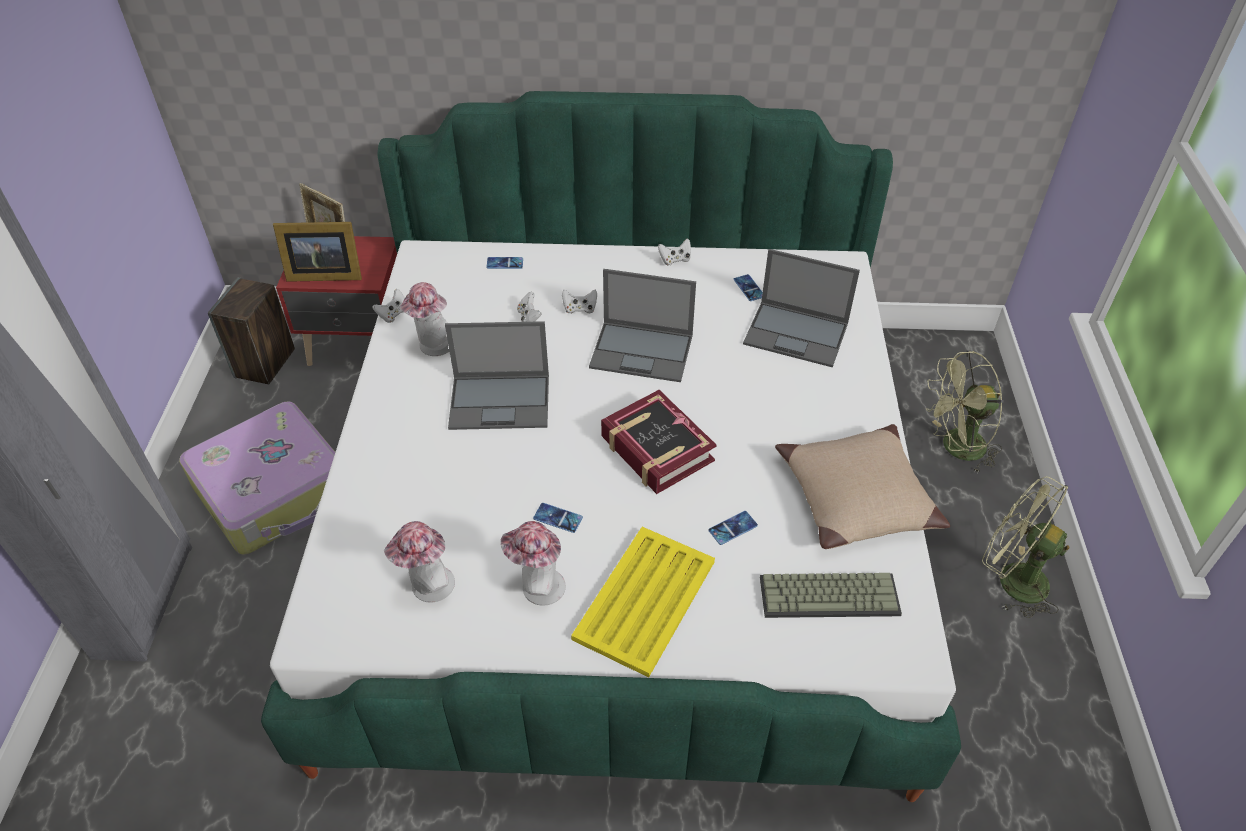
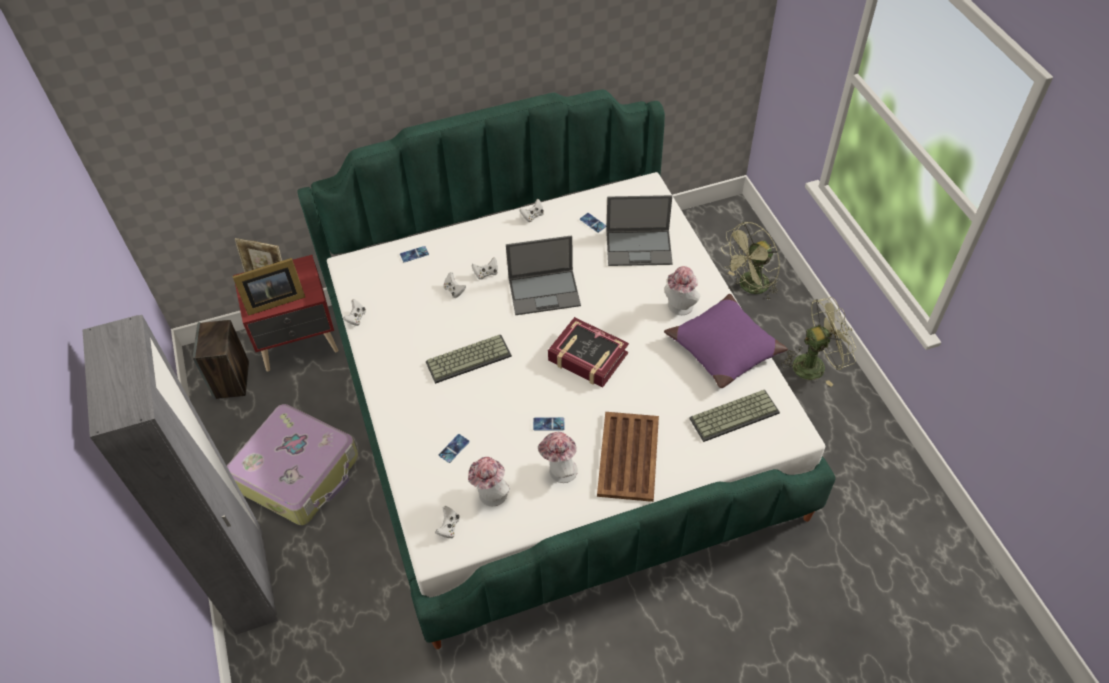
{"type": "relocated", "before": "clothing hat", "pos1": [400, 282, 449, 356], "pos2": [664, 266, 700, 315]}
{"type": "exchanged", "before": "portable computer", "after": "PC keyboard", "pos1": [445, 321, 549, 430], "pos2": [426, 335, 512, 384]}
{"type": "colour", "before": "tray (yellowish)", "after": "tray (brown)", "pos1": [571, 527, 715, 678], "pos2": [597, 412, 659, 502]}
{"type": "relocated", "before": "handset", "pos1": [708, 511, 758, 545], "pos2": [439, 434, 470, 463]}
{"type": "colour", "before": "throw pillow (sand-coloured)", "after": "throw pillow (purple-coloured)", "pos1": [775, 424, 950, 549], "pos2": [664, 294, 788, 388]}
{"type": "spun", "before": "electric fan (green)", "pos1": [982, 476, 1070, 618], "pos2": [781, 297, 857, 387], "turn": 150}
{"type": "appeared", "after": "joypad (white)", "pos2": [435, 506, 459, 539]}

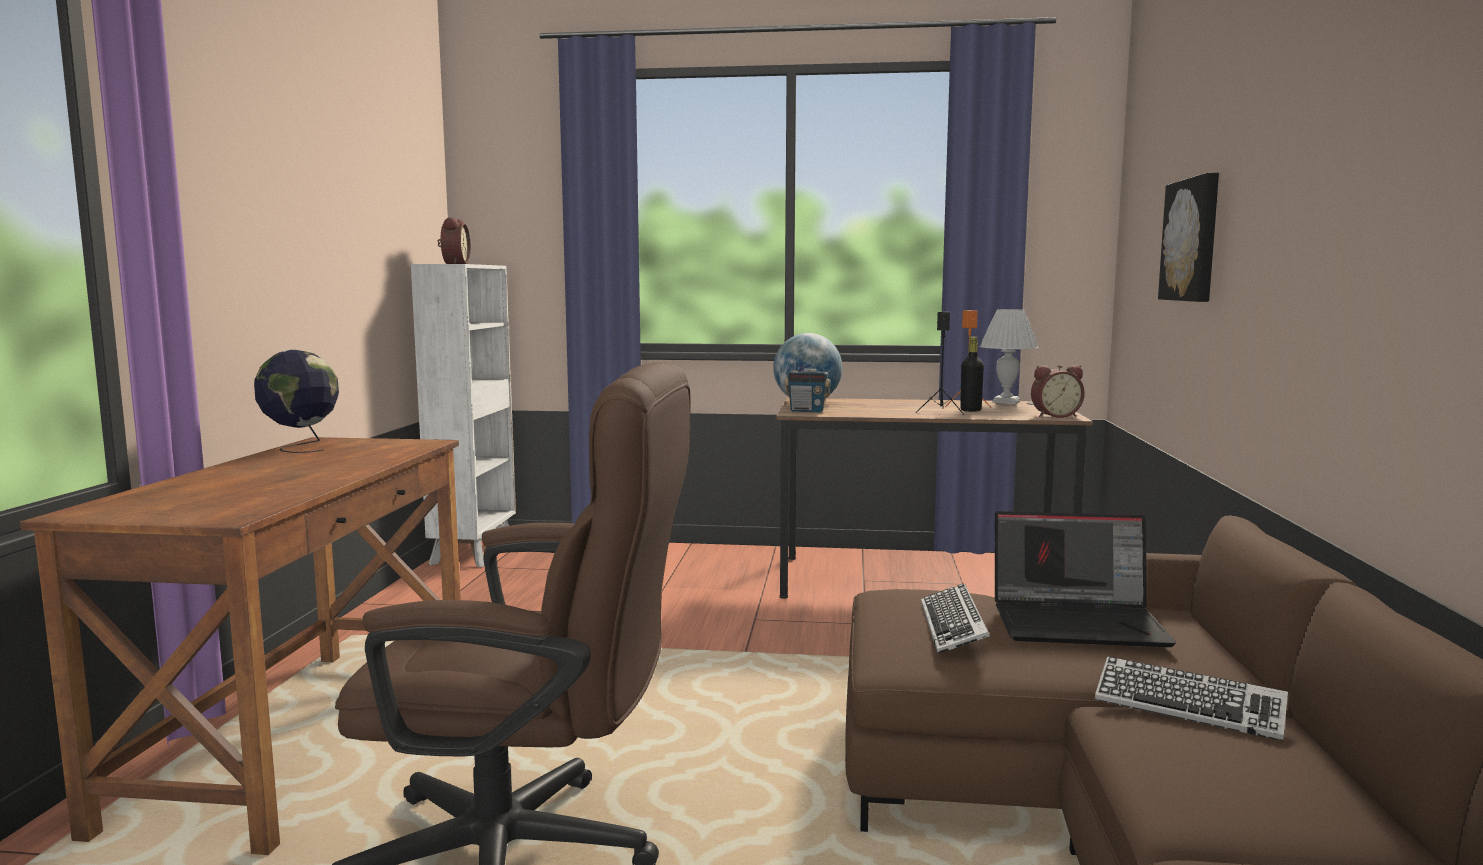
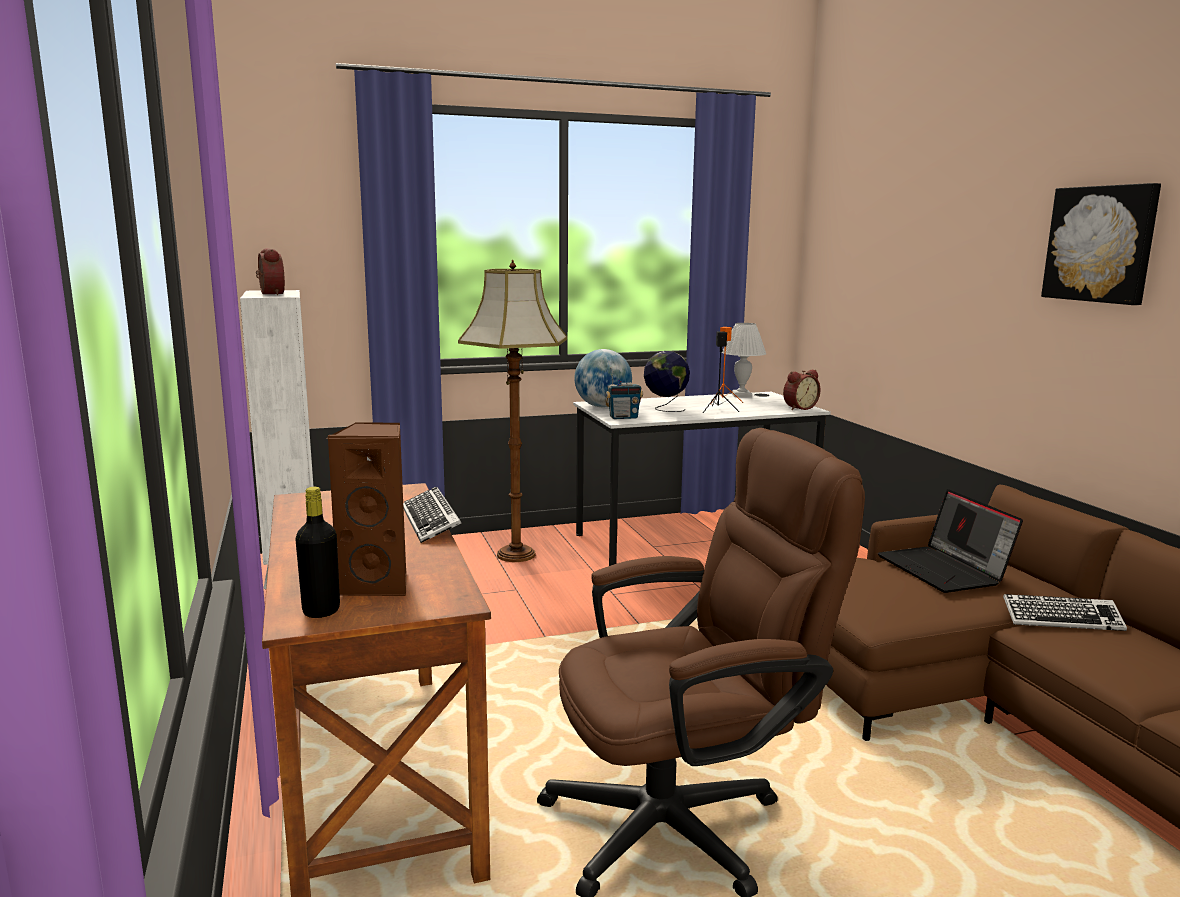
{"type": "relocated", "before": "desk globe", "pos1": [254, 350, 339, 453], "pos2": [644, 351, 690, 412]}
{"type": "colour", "before": "desk unit (brown)", "after": "desk unit (white)", "pos1": [776, 398, 1093, 599], "pos2": [573, 392, 831, 566]}
{"type": "relocated", "before": "PC keyboard", "pos1": [921, 584, 990, 654], "pos2": [403, 487, 461, 543]}
{"type": "relocated", "before": "beverage bottle (black-coloured)", "pos1": [960, 337, 984, 412], "pos2": [295, 487, 340, 618]}
{"type": "spun", "before": "portable computer", "pos1": [995, 511, 1176, 647], "pos2": [877, 489, 1023, 593], "turn": 90}
{"type": "relocated", "before": "wall art", "pos1": [1158, 173, 1219, 302], "pos2": [1041, 183, 1161, 305]}
{"type": "appeared", "after": "audio speaker (brown)", "pos2": [326, 422, 407, 596]}
{"type": "appeared", "after": "floor lamp", "pos2": [458, 259, 567, 562]}

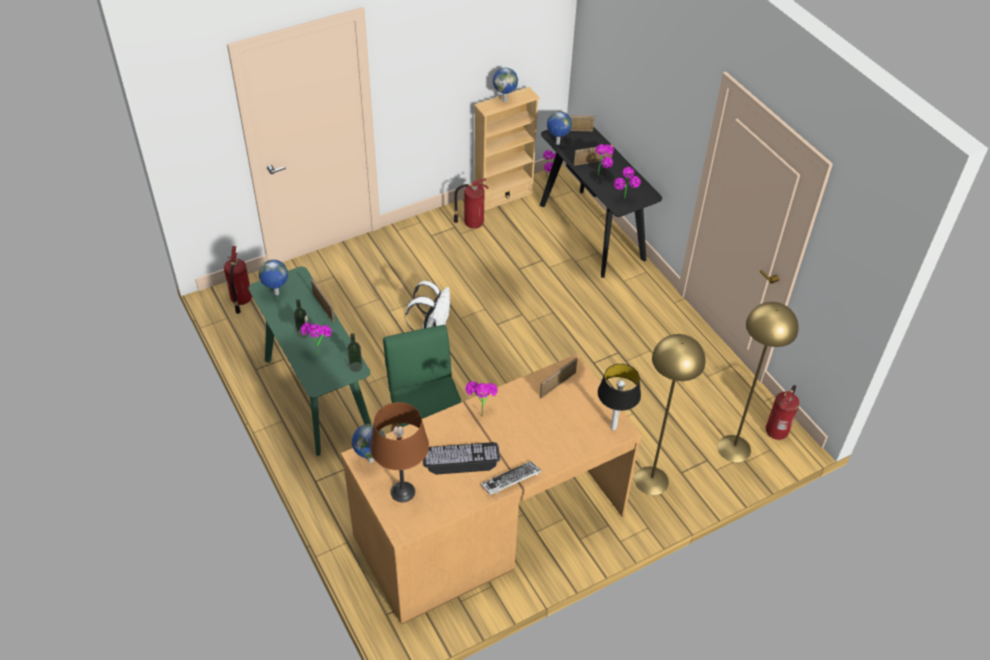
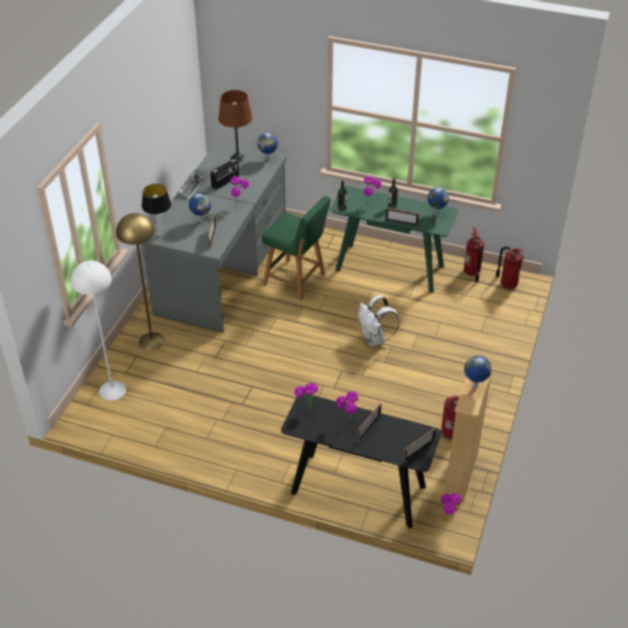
{"type": "colour", "before": "desk unit (brown)", "after": "desk unit (grey)", "pos1": [341, 354, 642, 624], "pos2": [142, 142, 287, 333]}
{"type": "exchanged", "before": "PC keyboard", "after": "radio receiver", "pos1": [423, 442, 500, 475], "pos2": [210, 159, 239, 190]}
{"type": "relocated", "before": "desk globe", "pos1": [547, 111, 572, 145], "pos2": [189, 193, 211, 223]}
{"type": "colour", "before": "floor lamp (yellowish)", "after": "floor lamp (white)", "pos1": [717, 302, 799, 462], "pos2": [70, 261, 126, 401]}
{"type": "relocated", "before": "fire-fighting cylinder", "pos1": [766, 385, 799, 440], "pos2": [464, 227, 484, 282]}

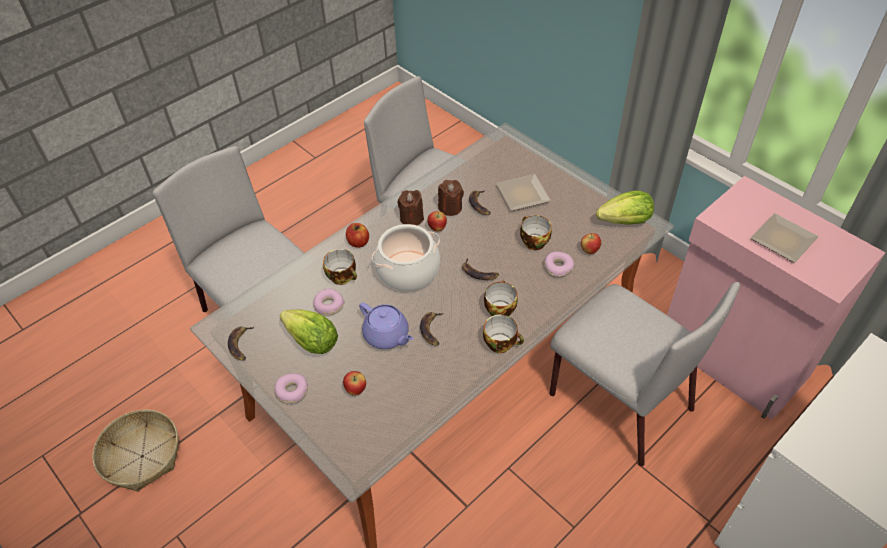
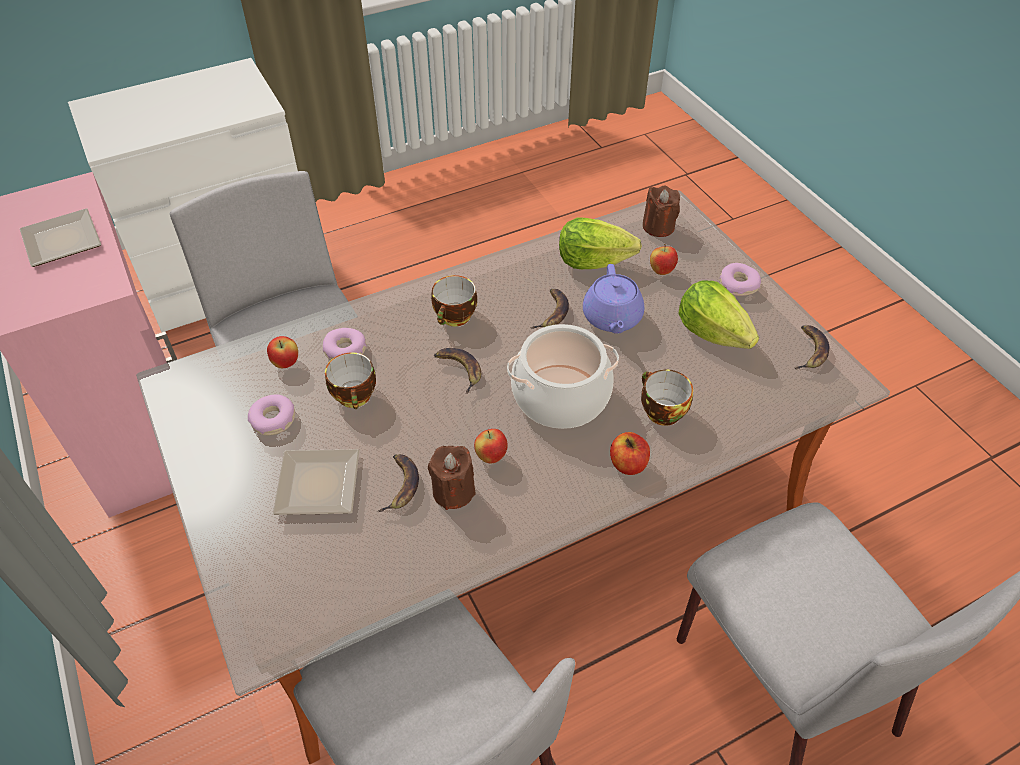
{"type": "missing", "before": "basket", "pos1": [92, 409, 178, 492]}
{"type": "relocated", "before": "doughnut", "pos1": [313, 288, 344, 316], "pos2": [248, 394, 295, 435]}
{"type": "spun", "before": "pot for tea (purple-coloured)", "pos1": [359, 302, 413, 349], "pos2": [583, 264, 644, 334], "turn": -150}
{"type": "relocated", "before": "candle (brown)", "pos1": [398, 190, 424, 225], "pos2": [643, 186, 680, 237]}
{"type": "missing", "before": "cup", "pos1": [483, 314, 524, 353]}
{"type": "relocated", "before": "lettuce", "pos1": [596, 190, 654, 225], "pos2": [559, 217, 642, 269]}

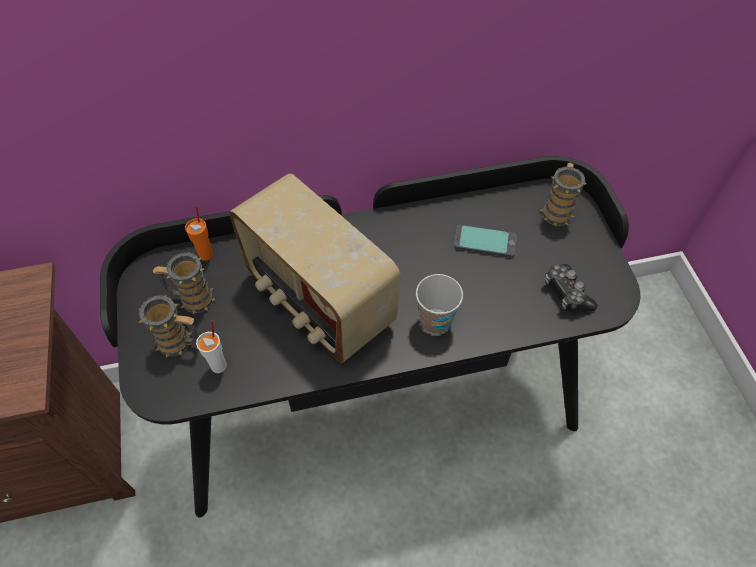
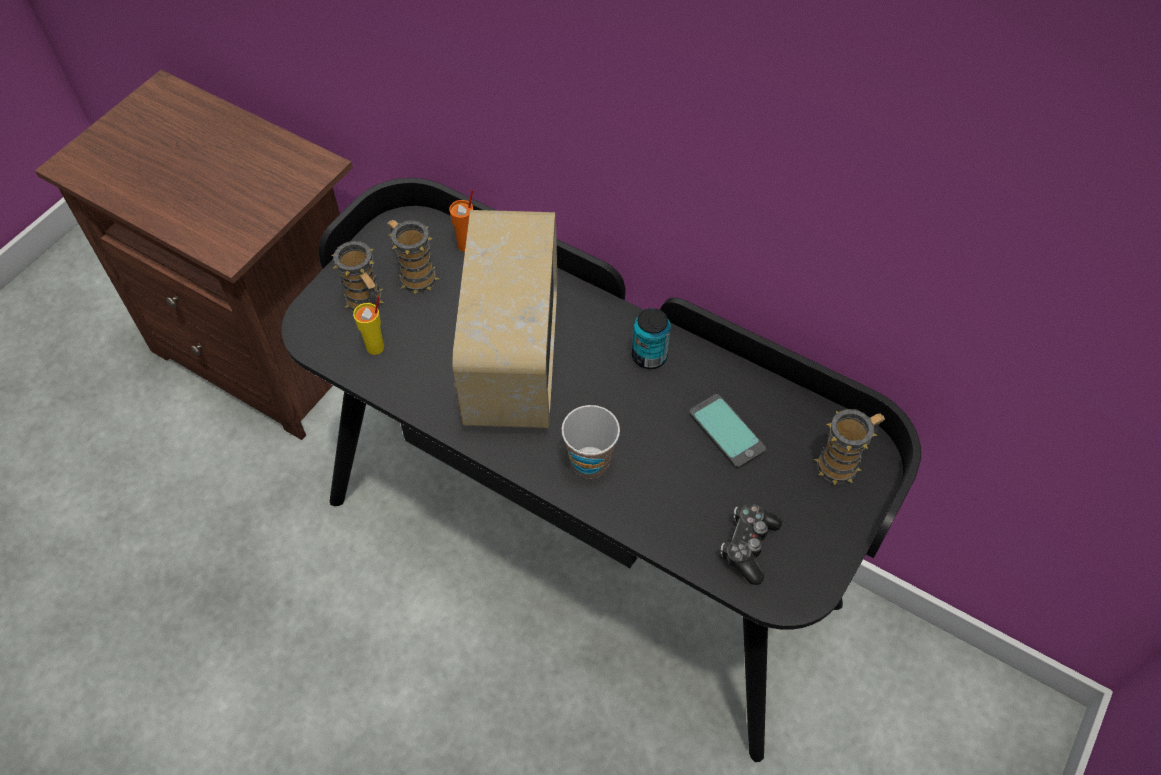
{"type": "colour", "before": "cup (white)", "after": "cup (yellowish)", "pos1": [196, 321, 227, 373], "pos2": [353, 296, 384, 355]}
{"type": "appeared", "after": "can", "pos2": [632, 308, 671, 369]}

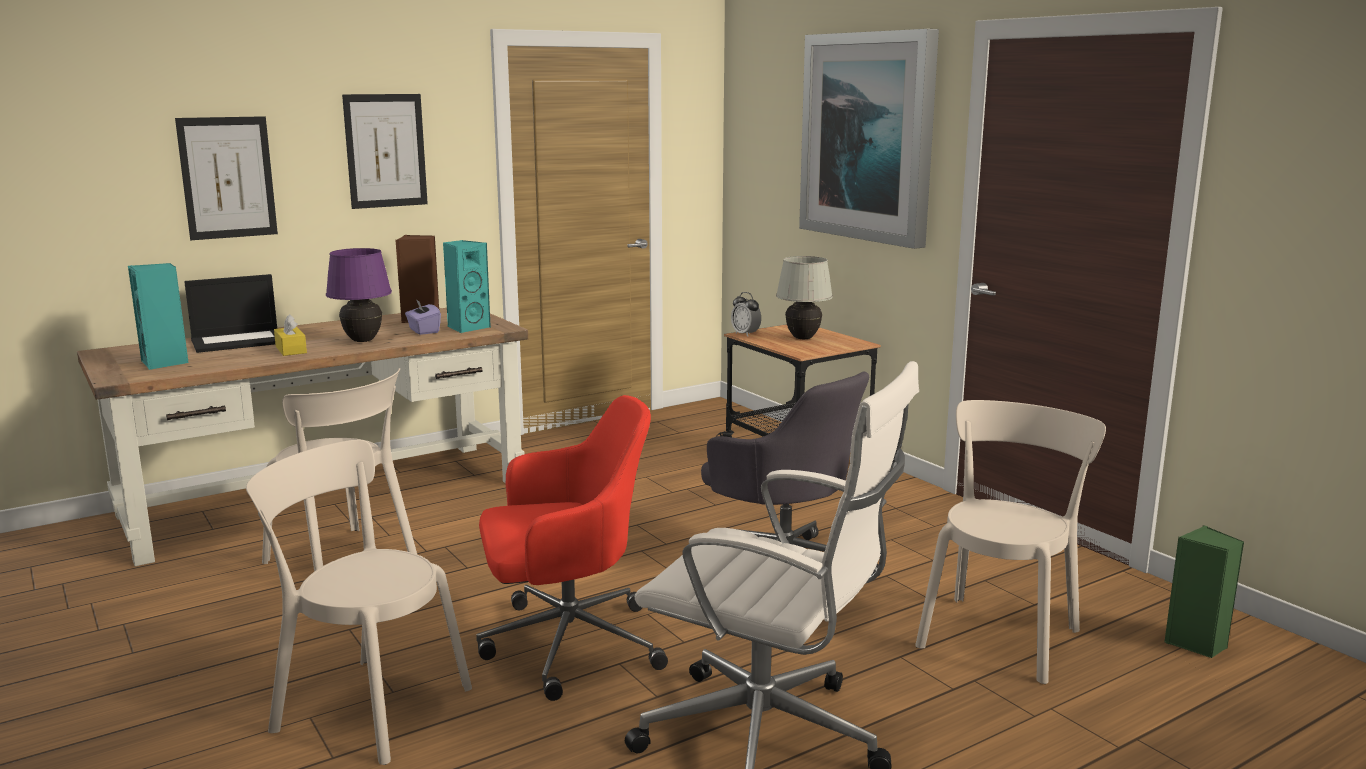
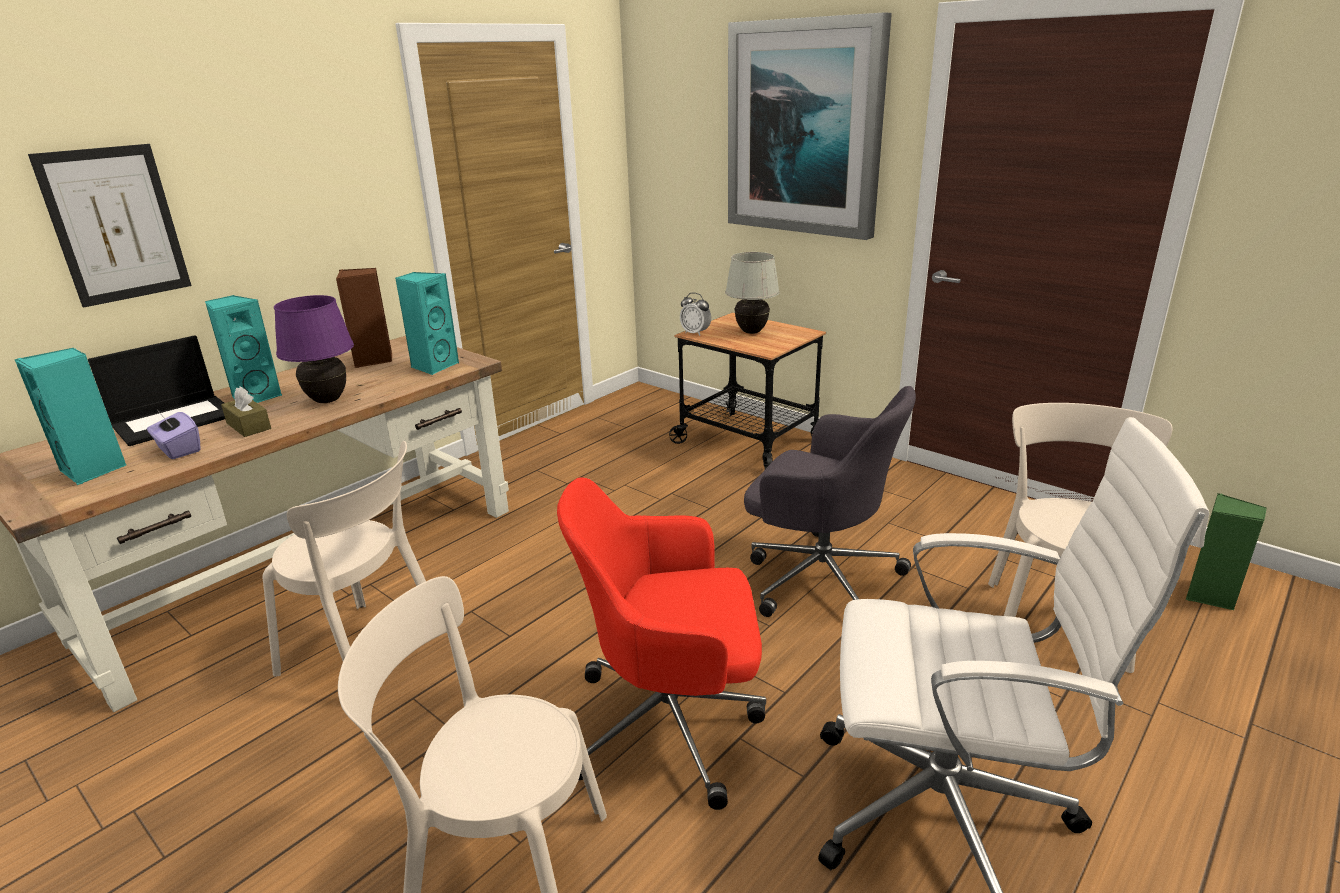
{"type": "colour", "before": "tissue holder (yellowish)", "after": "tissue holder (brown)", "pos1": [274, 314, 307, 356], "pos2": [221, 387, 271, 437]}
{"type": "missing", "before": "wall art", "pos1": [342, 94, 428, 209]}
{"type": "relocated", "before": "tissue holder (purple-coloured)", "pos1": [405, 299, 441, 335], "pos2": [147, 412, 201, 459]}
{"type": "spun", "before": "computer chair (red-coloured)", "pos1": [476, 395, 668, 701], "pos2": [557, 478, 766, 810], "turn": -150}
{"type": "appeared", "after": "audio speaker (blue-green)", "pos2": [205, 295, 282, 403]}

